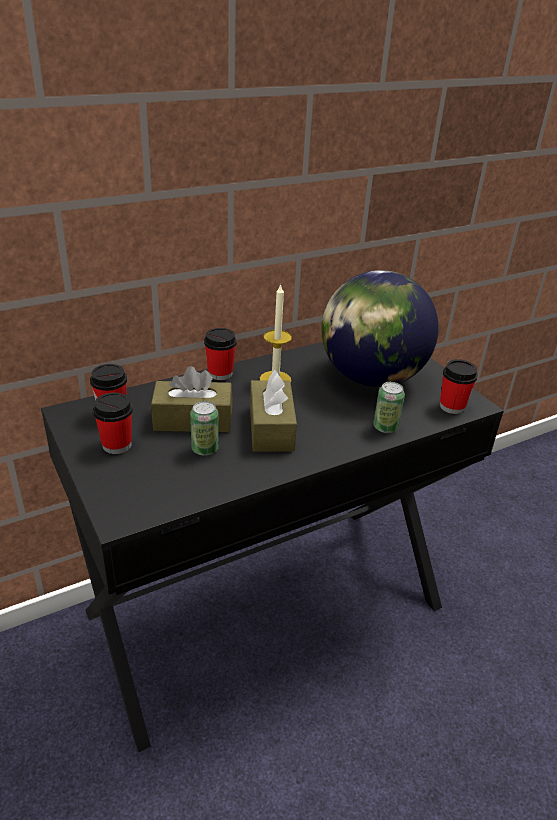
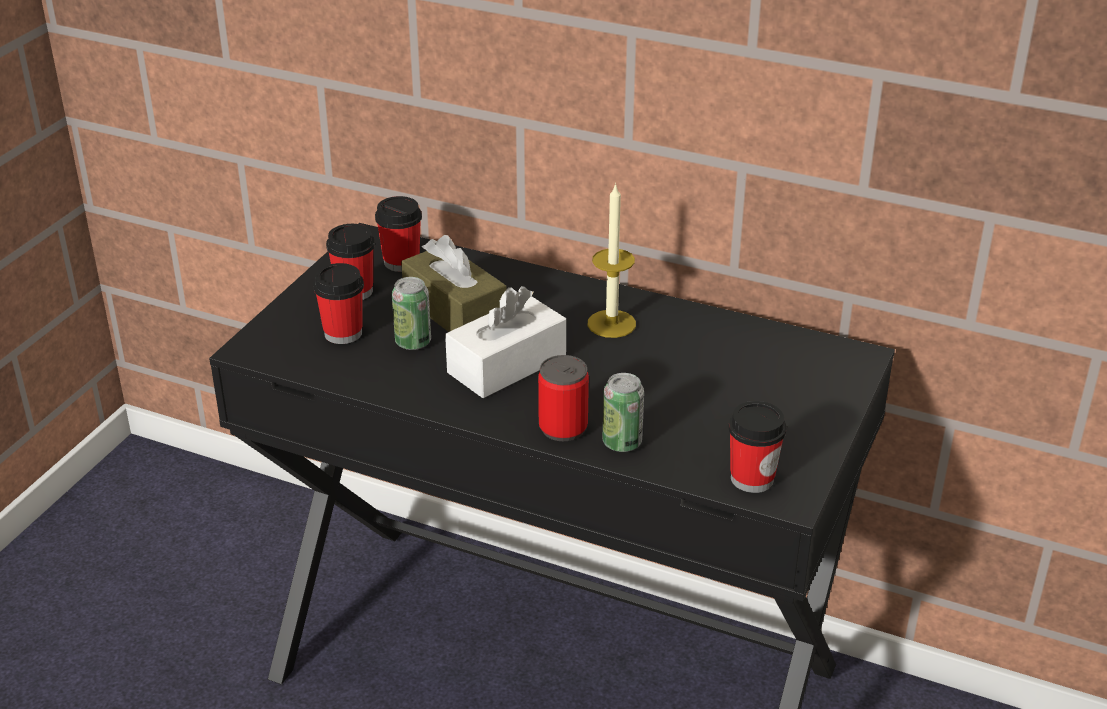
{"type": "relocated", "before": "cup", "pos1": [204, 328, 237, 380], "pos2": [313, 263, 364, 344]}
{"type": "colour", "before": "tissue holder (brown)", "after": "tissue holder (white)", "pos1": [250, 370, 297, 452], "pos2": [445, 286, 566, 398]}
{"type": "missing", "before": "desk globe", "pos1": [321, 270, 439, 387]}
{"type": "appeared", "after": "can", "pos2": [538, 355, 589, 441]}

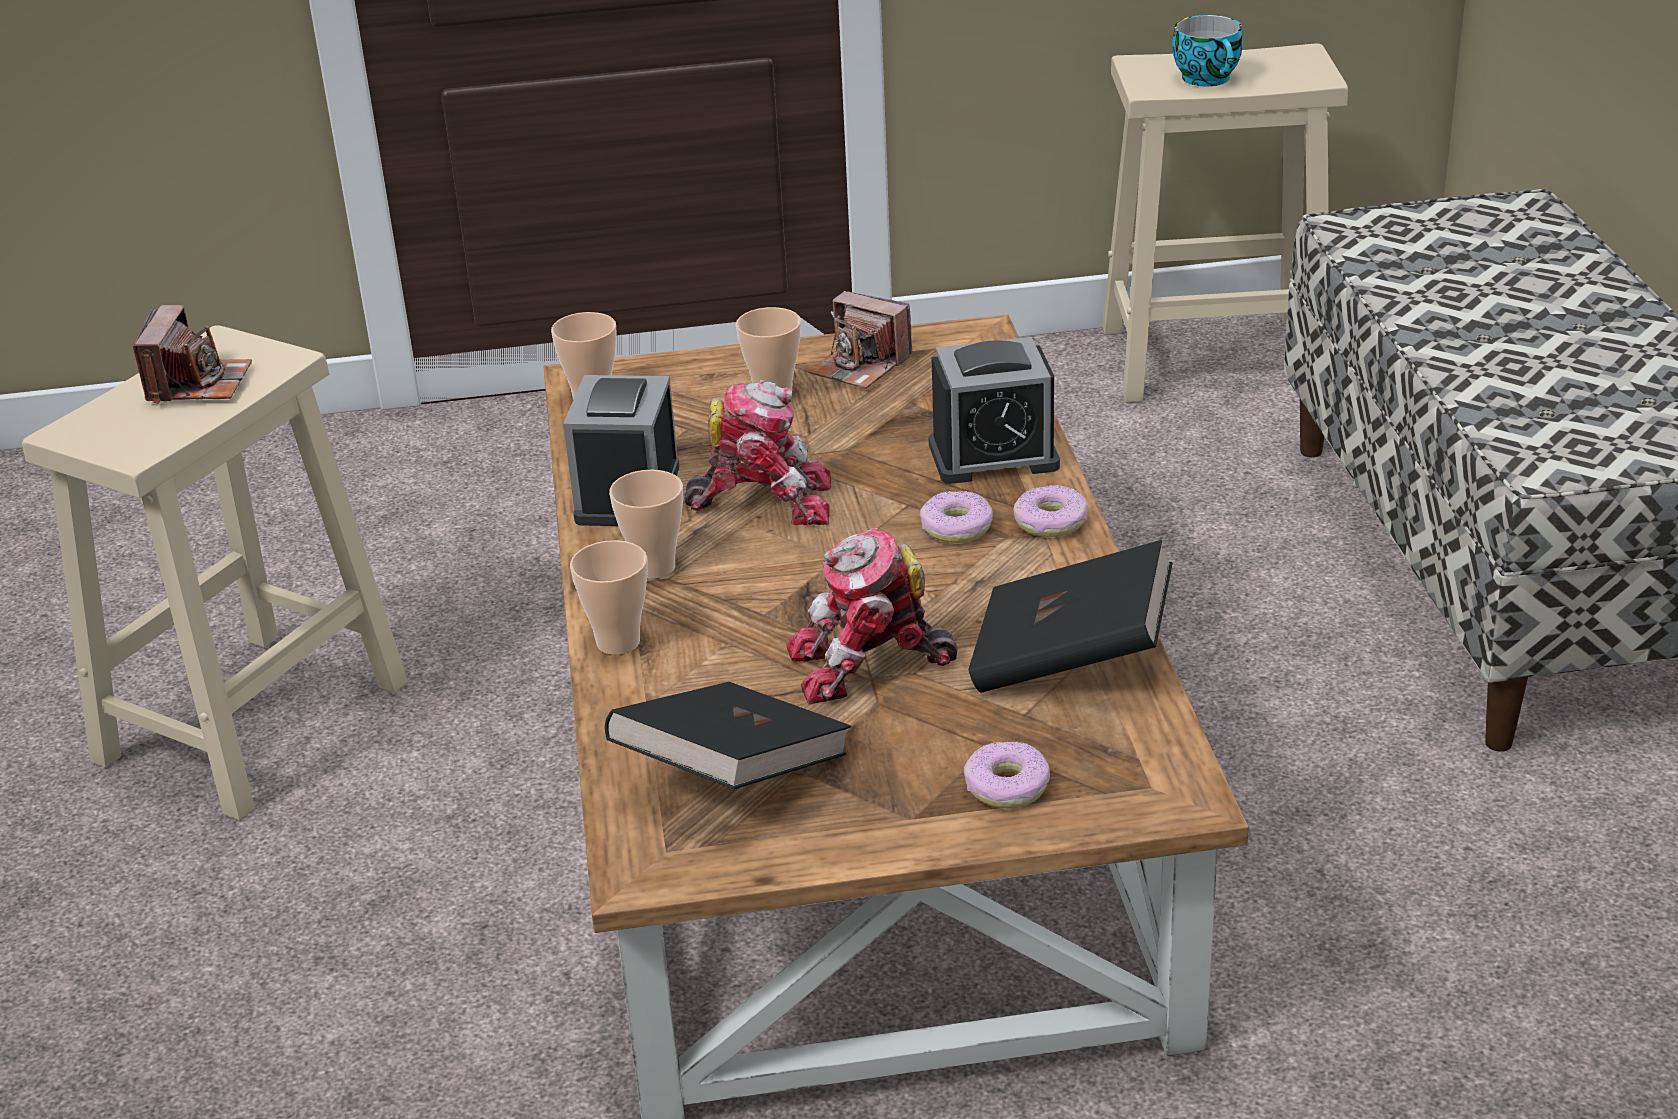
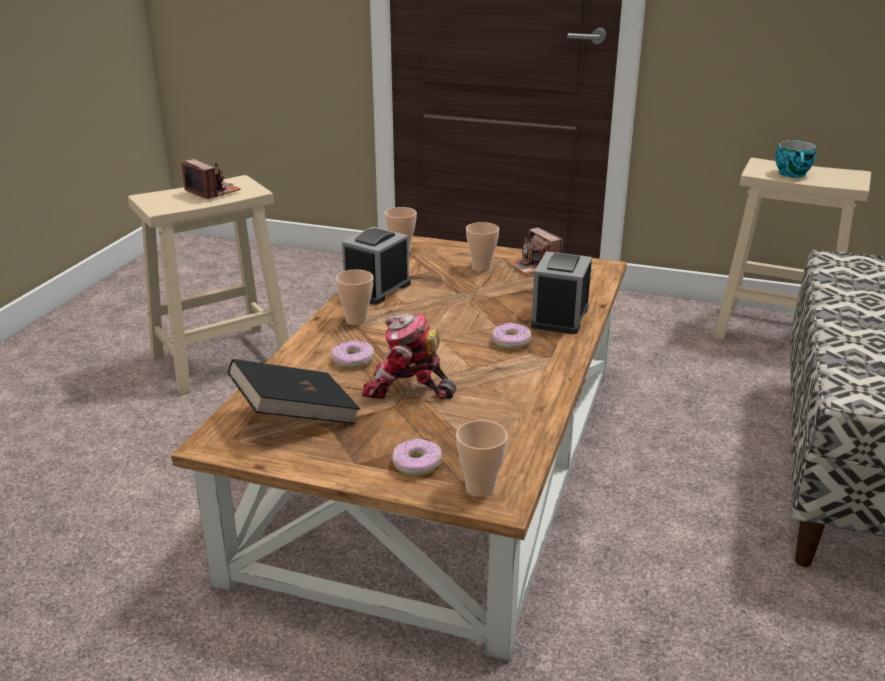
{"type": "spun", "before": "still camera", "pos1": [133, 305, 252, 404], "pos2": [182, 159, 241, 199], "turn": -75}
{"type": "relocated", "before": "cup", "pos1": [570, 540, 648, 655], "pos2": [456, 420, 508, 497]}
{"type": "missing", "before": "model robot", "pos1": [685, 380, 831, 526]}
{"type": "spun", "before": "alarm clock", "pos1": [928, 337, 1060, 484], "pos2": [531, 251, 592, 334], "turn": 90}
{"type": "missing", "before": "book (black-coloured)", "pos1": [968, 540, 1173, 693]}
{"type": "relocated", "before": "doughnut", "pos1": [1013, 485, 1088, 537], "pos2": [331, 340, 374, 368]}

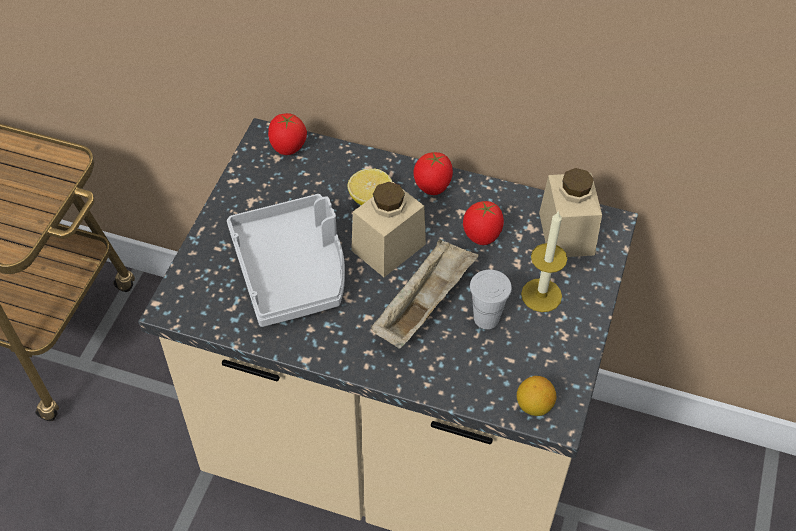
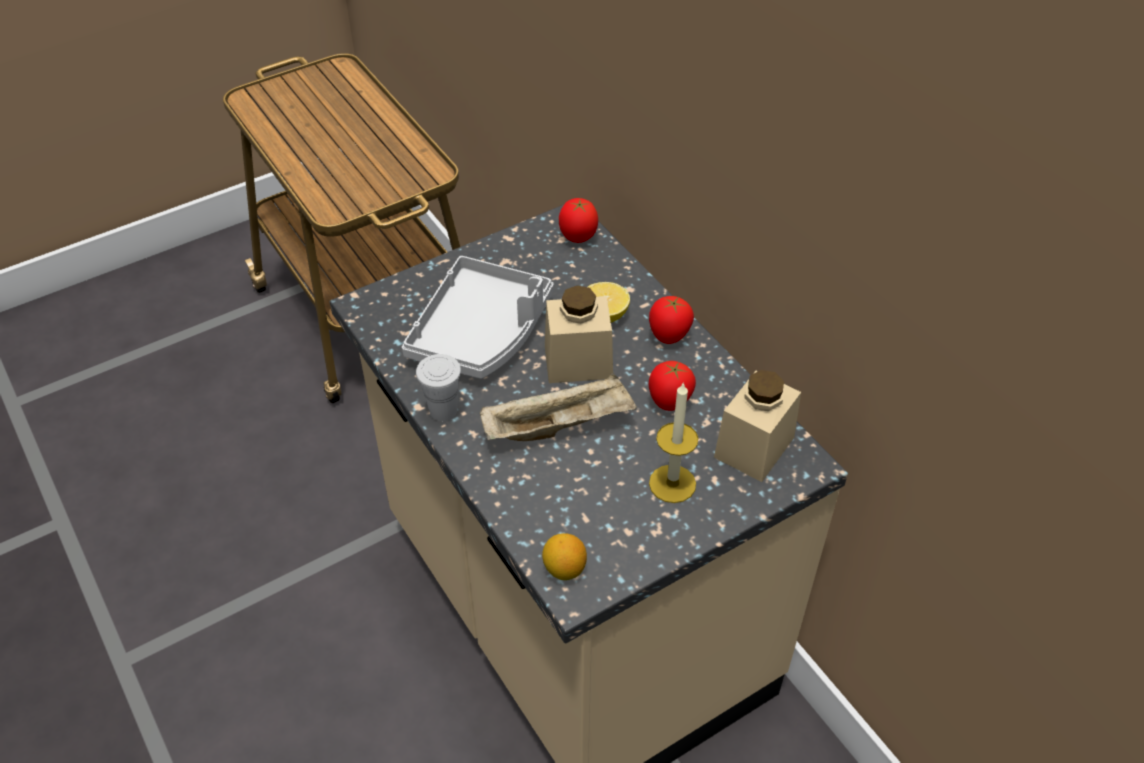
{"type": "relocated", "before": "cup (white)", "pos1": [470, 270, 512, 329], "pos2": [416, 354, 461, 421]}

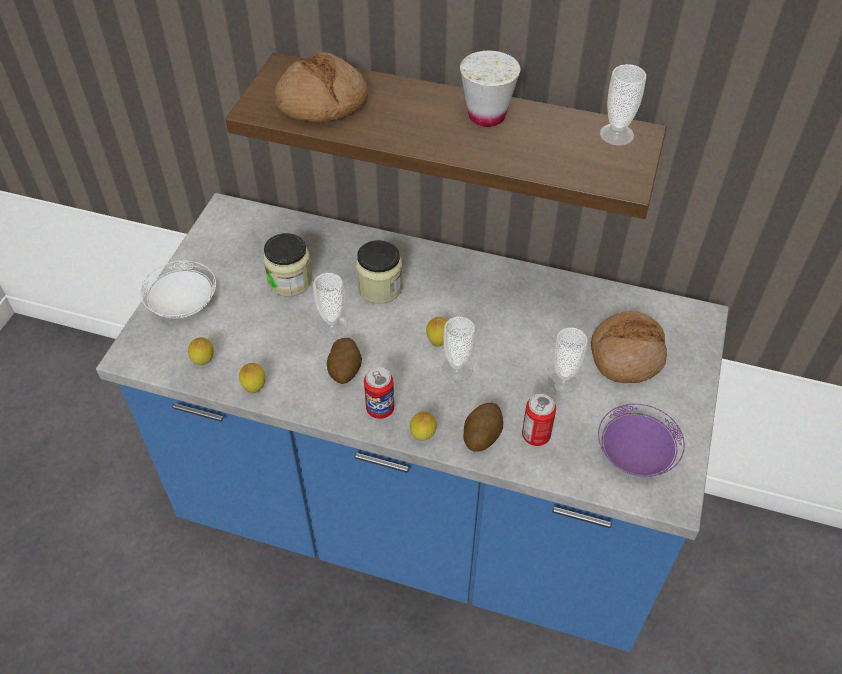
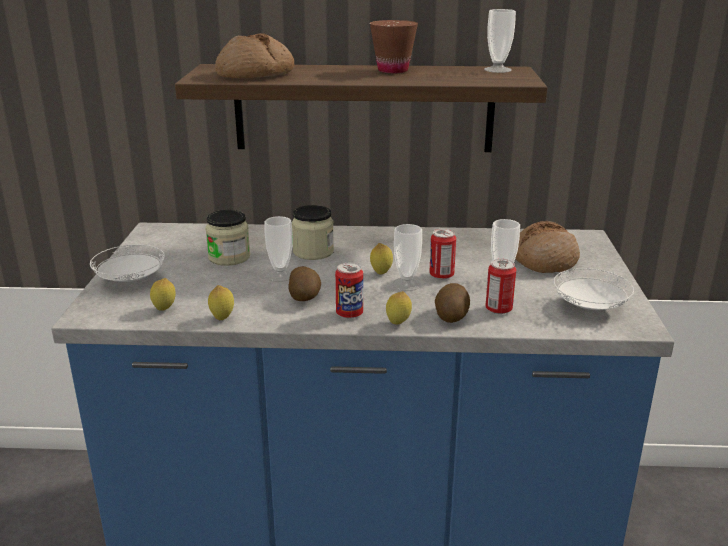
{"type": "colour", "before": "cup (white)", "after": "cup (brown)", "pos1": [460, 51, 520, 127], "pos2": [370, 20, 418, 73]}
{"type": "colour", "before": "plate (purple-coloured)", "after": "plate (white)", "pos1": [598, 404, 685, 477], "pos2": [553, 268, 634, 310]}
{"type": "appeared", "after": "can", "pos2": [429, 229, 456, 280]}

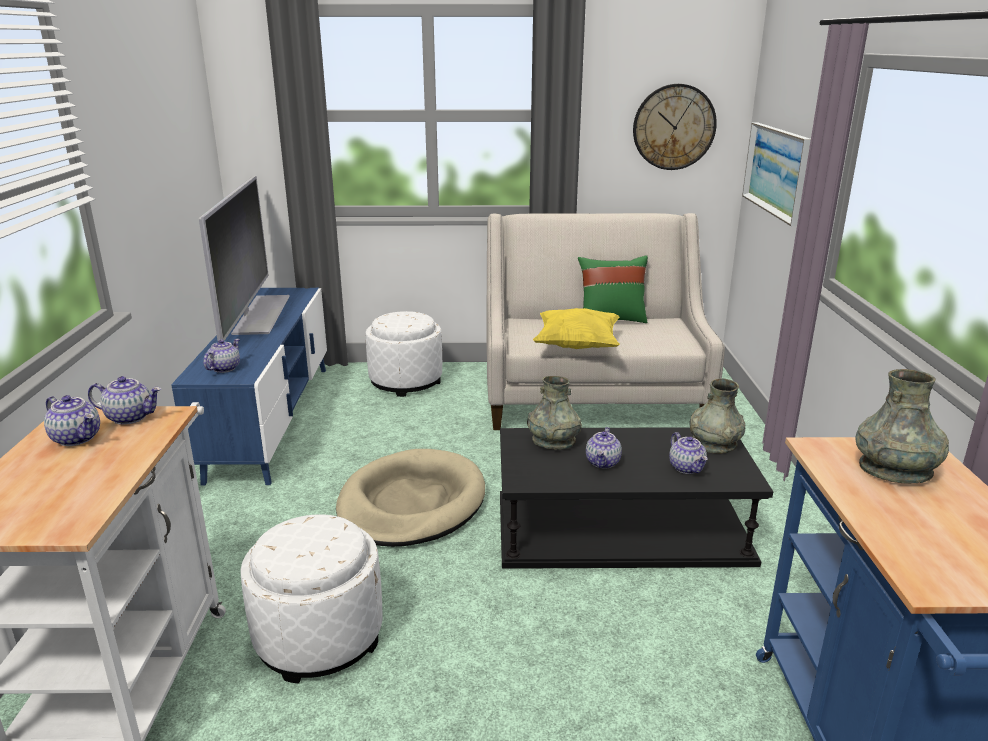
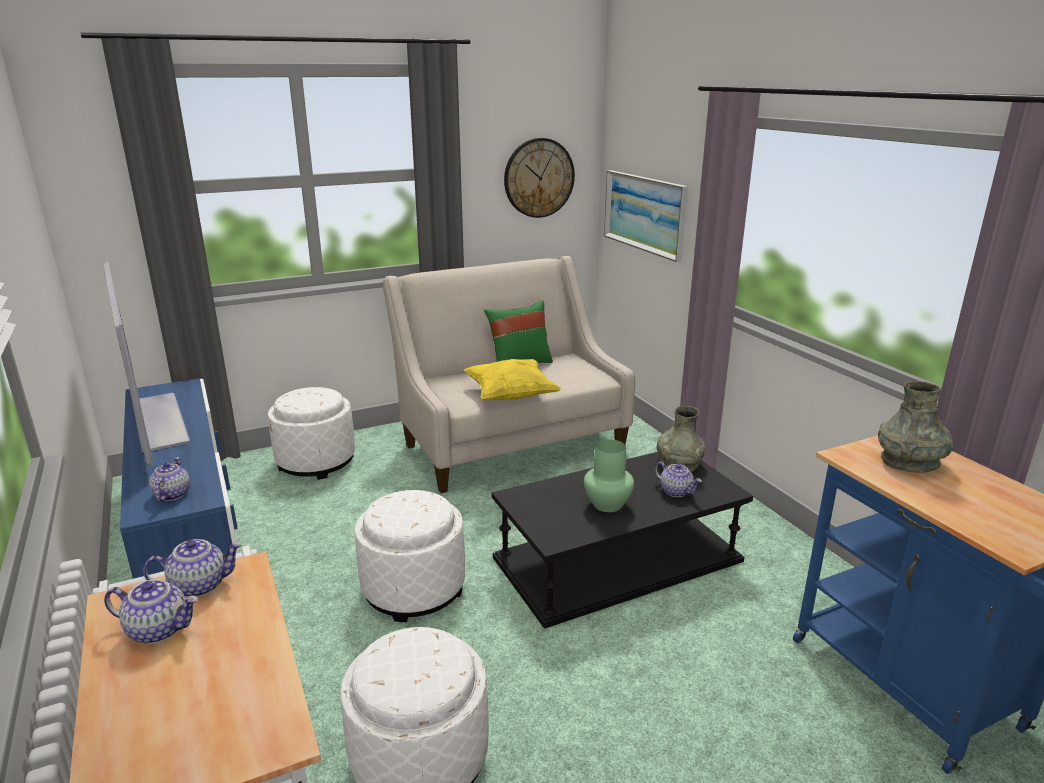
{"type": "exchanged", "before": "dog cushion (sand-coloured)", "after": "footrest (white)", "pos1": [336, 449, 485, 547], "pos2": [355, 490, 465, 622]}
{"type": "missing", "before": "decorative vase (grey)", "pos1": [527, 376, 582, 450]}
{"type": "exchanged", "before": "pot for tea", "after": "decorative vase (green)", "pos1": [586, 427, 622, 469], "pos2": [584, 439, 634, 512]}

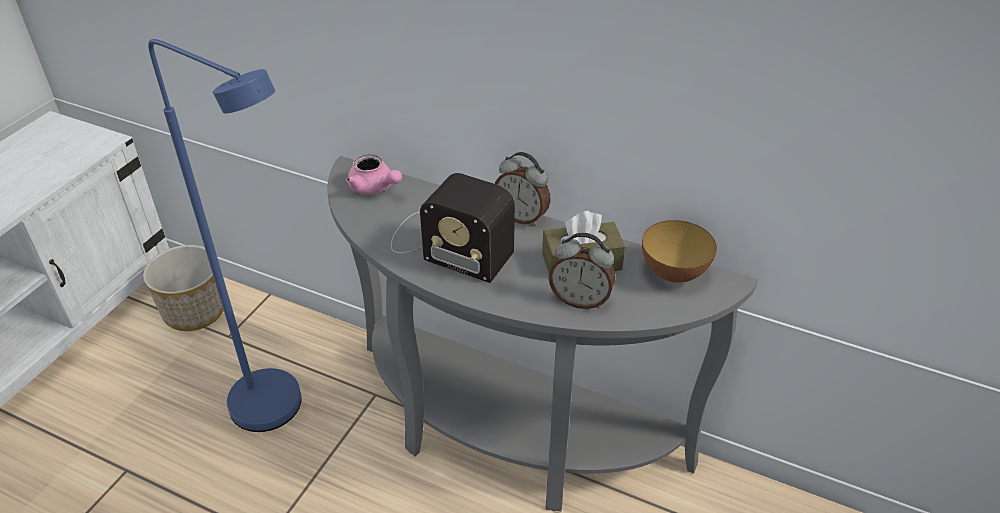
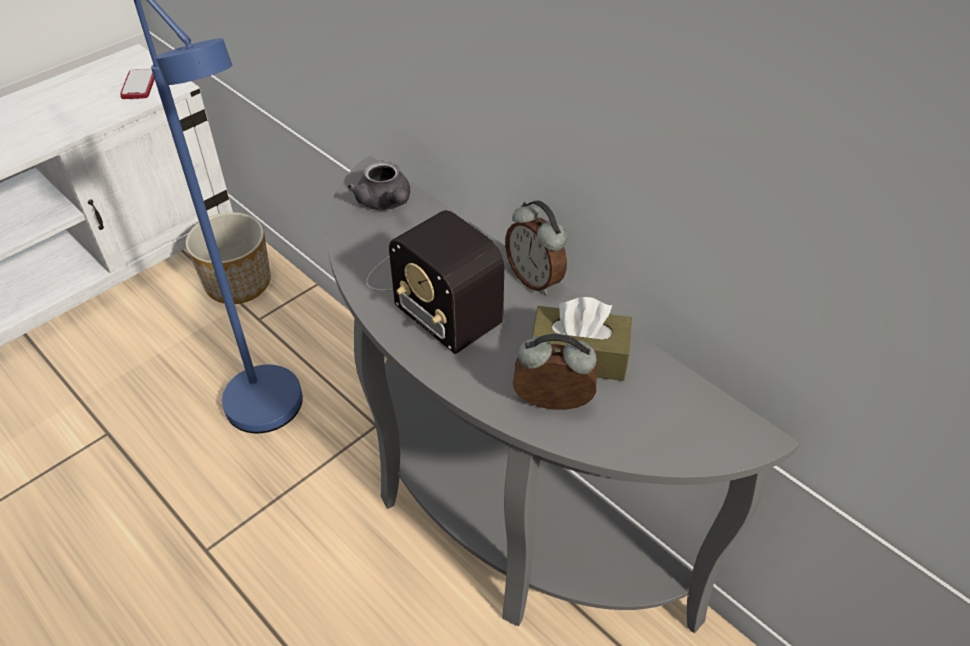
{"type": "colour", "before": "pot for tea (pink)", "after": "pot for tea (grey)", "pos1": [346, 154, 402, 195], "pos2": [348, 161, 410, 210]}
{"type": "spun", "before": "alarm clock", "pos1": [549, 233, 615, 309], "pos2": [513, 334, 597, 410], "turn": 150}
{"type": "missing", "before": "bowl", "pos1": [642, 220, 717, 282]}
{"type": "appeared", "after": "handset", "pos2": [120, 69, 155, 99]}

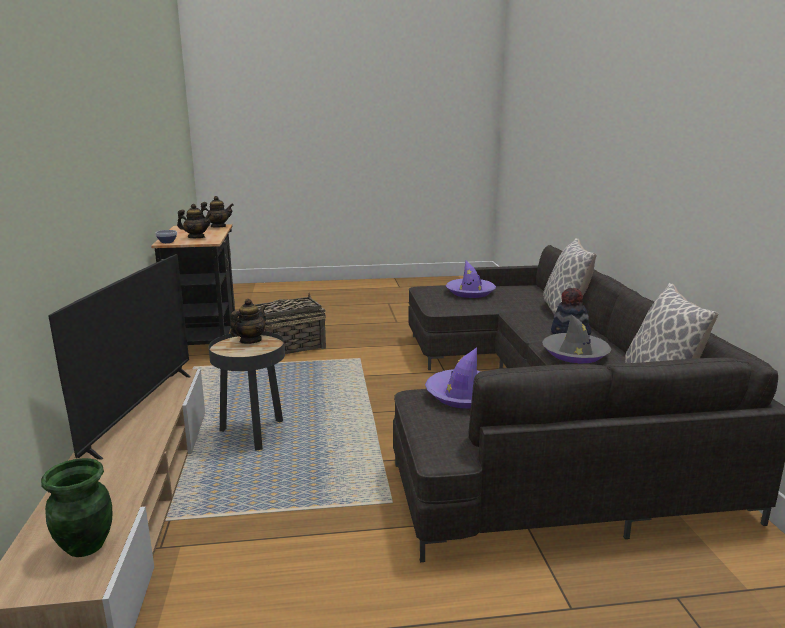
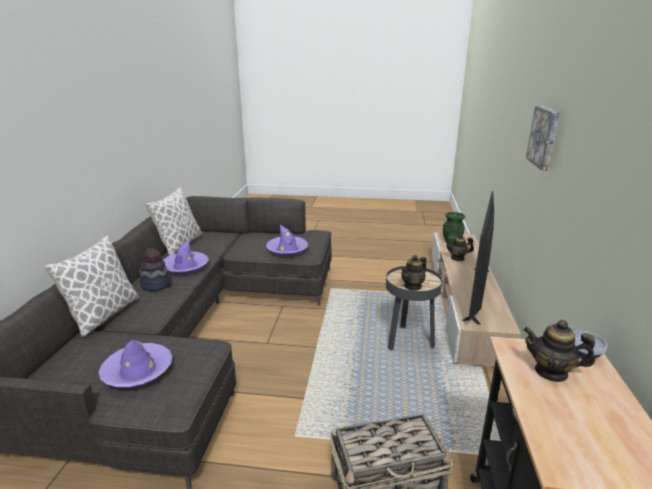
{"type": "relocated", "before": "pot for tea", "pos1": [201, 196, 234, 227], "pos2": [445, 234, 474, 261]}
{"type": "colour", "before": "clothing hat (grey)", "after": "clothing hat (purple-coloured)", "pos1": [542, 314, 612, 363], "pos2": [163, 240, 209, 275]}
{"type": "appeared", "after": "wall art", "pos2": [526, 106, 560, 171]}

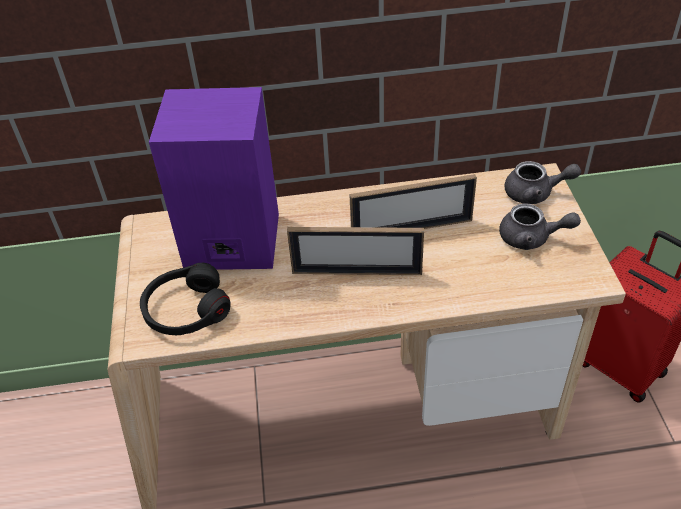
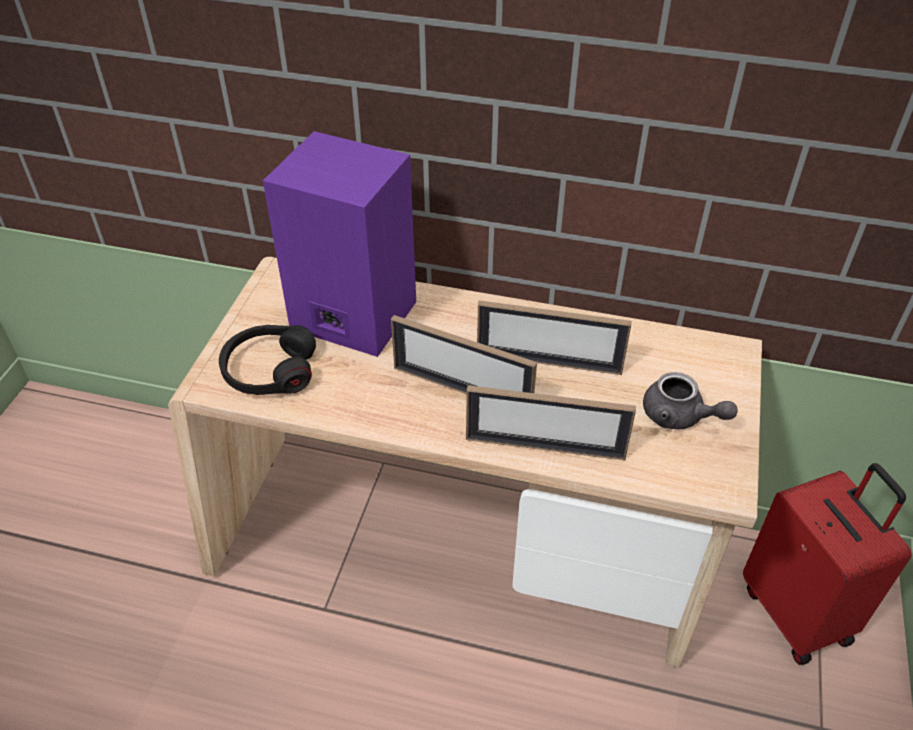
{"type": "missing", "before": "pot for tea (grey)", "pos1": [504, 161, 581, 204]}
{"type": "appeared", "after": "standing frame", "pos2": [466, 385, 636, 461]}

